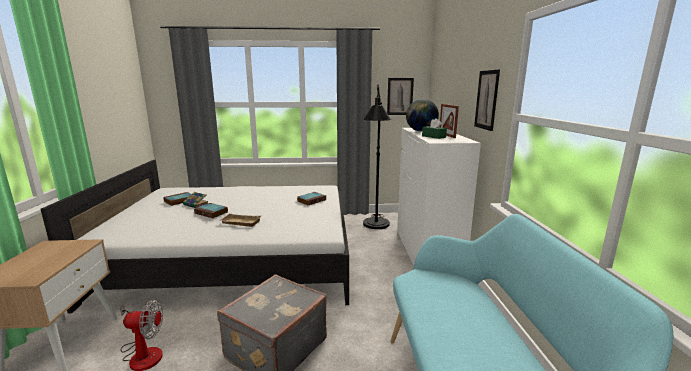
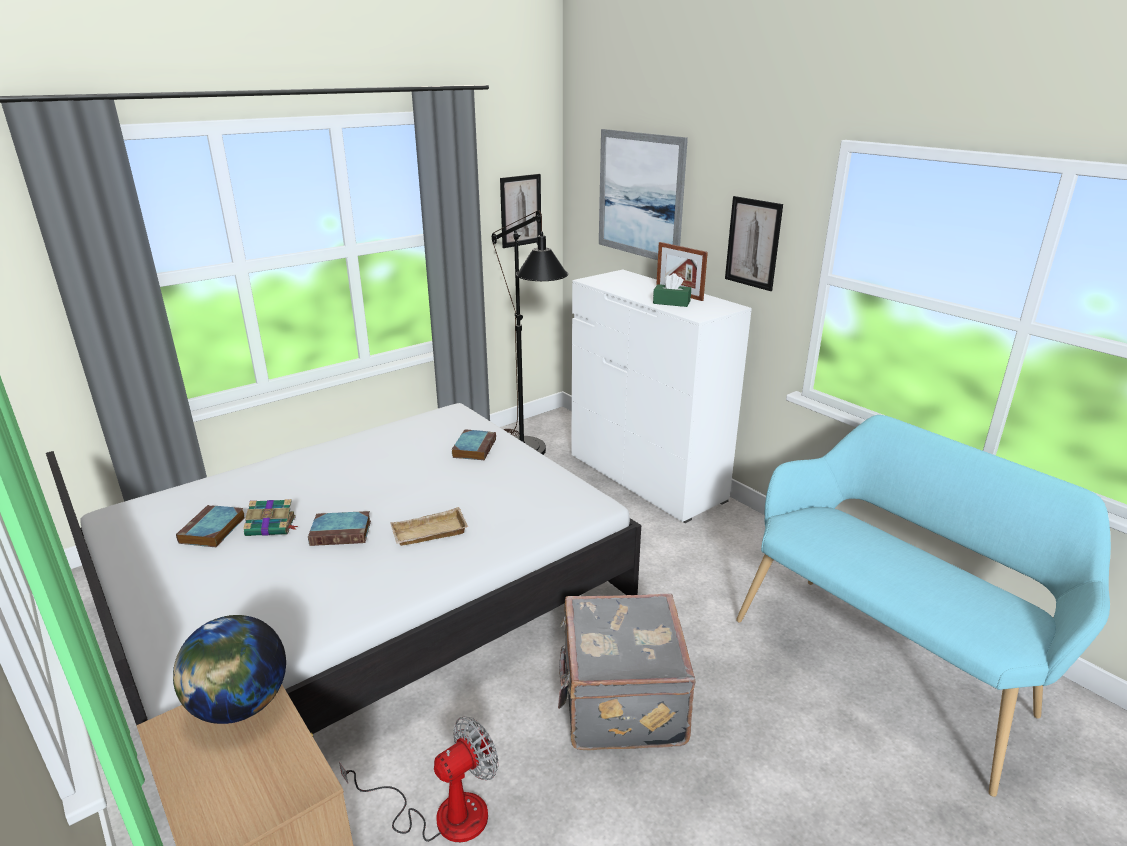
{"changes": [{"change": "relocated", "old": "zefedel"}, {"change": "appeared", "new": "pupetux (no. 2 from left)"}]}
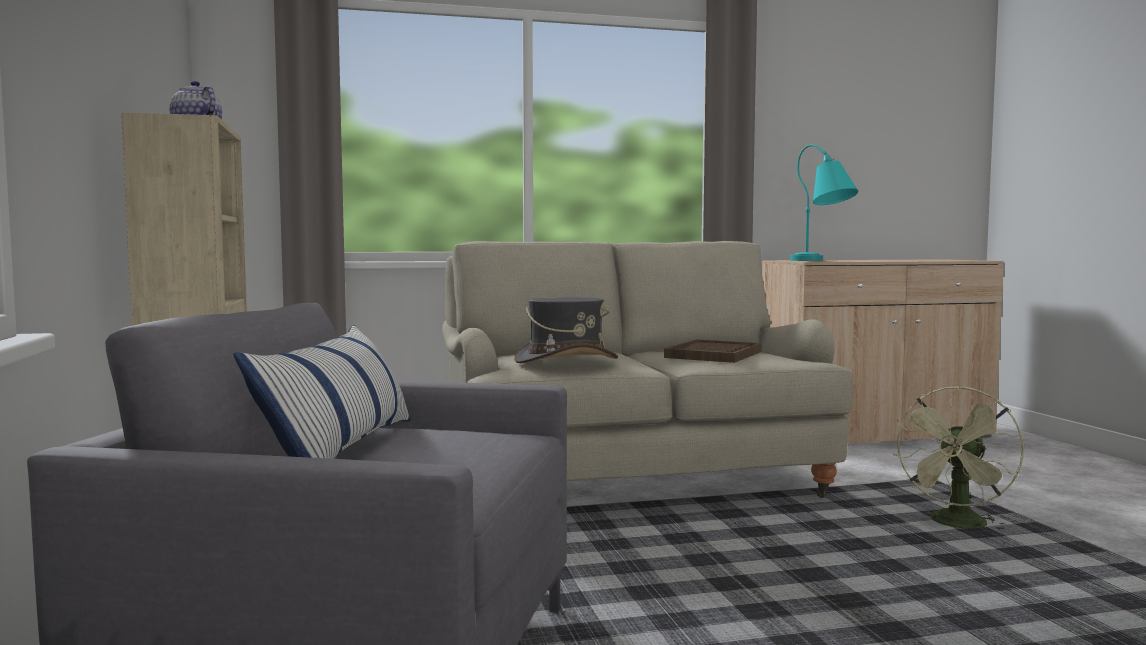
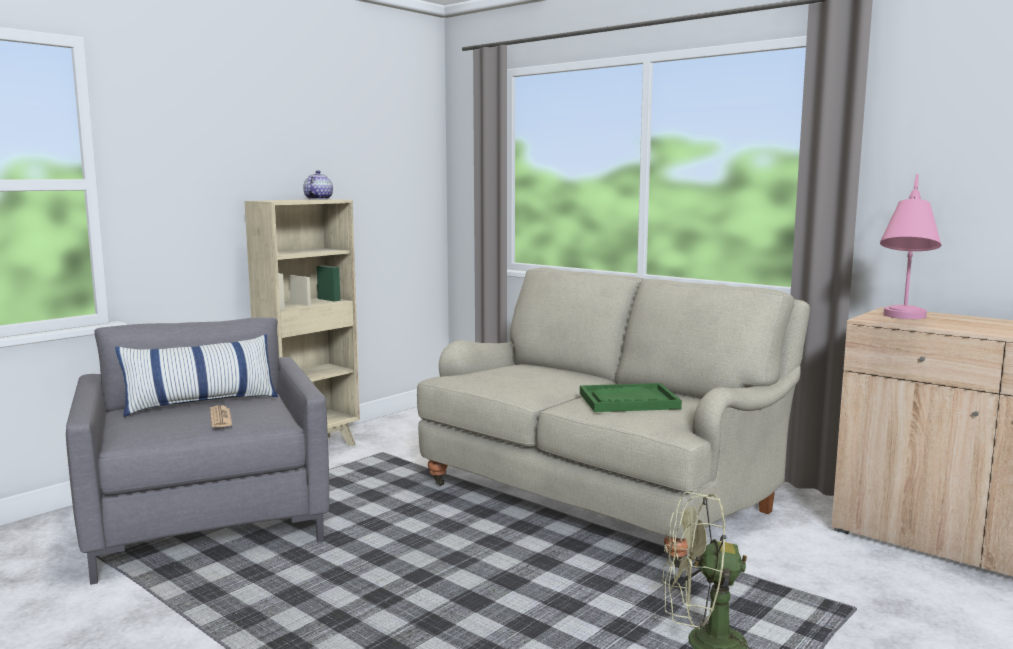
{"changes": [{"change": "colour", "old": "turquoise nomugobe", "new": "pink nomugobe"}, {"change": "missing", "old": "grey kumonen"}, {"change": "colour", "old": "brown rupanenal", "new": "green rupanenal"}, {"change": "appeared", "new": "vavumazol"}]}
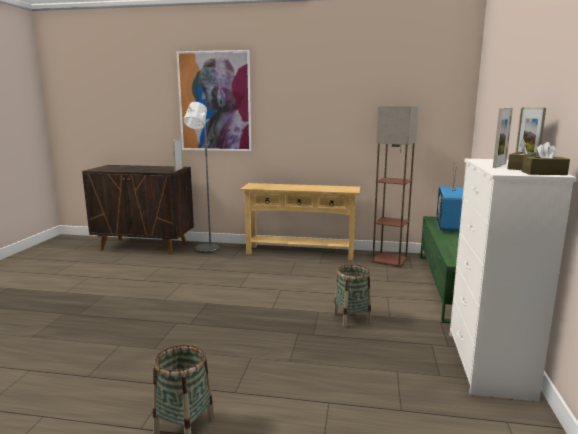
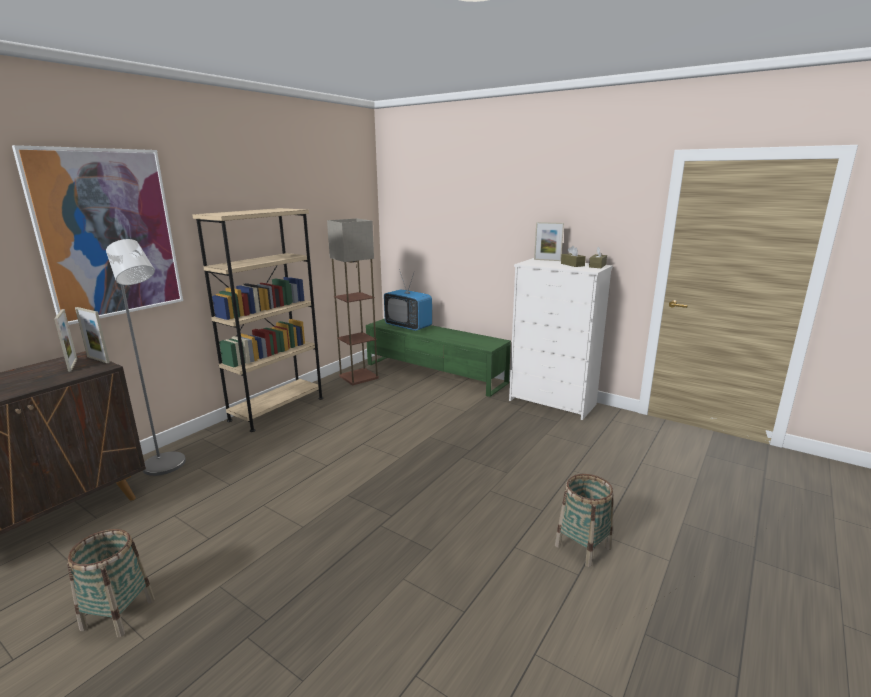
{"changes": [{"change": "relocated", "old": "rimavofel (no. 2 from left in the first image)", "new": "rimavofel (no. 1 from left)"}, {"change": "exchanged", "old": "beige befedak", "new": "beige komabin"}, {"change": "relocated", "old": "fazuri (no. 2 from left in the first image)", "new": "fazuri (no. 1 from left)"}]}
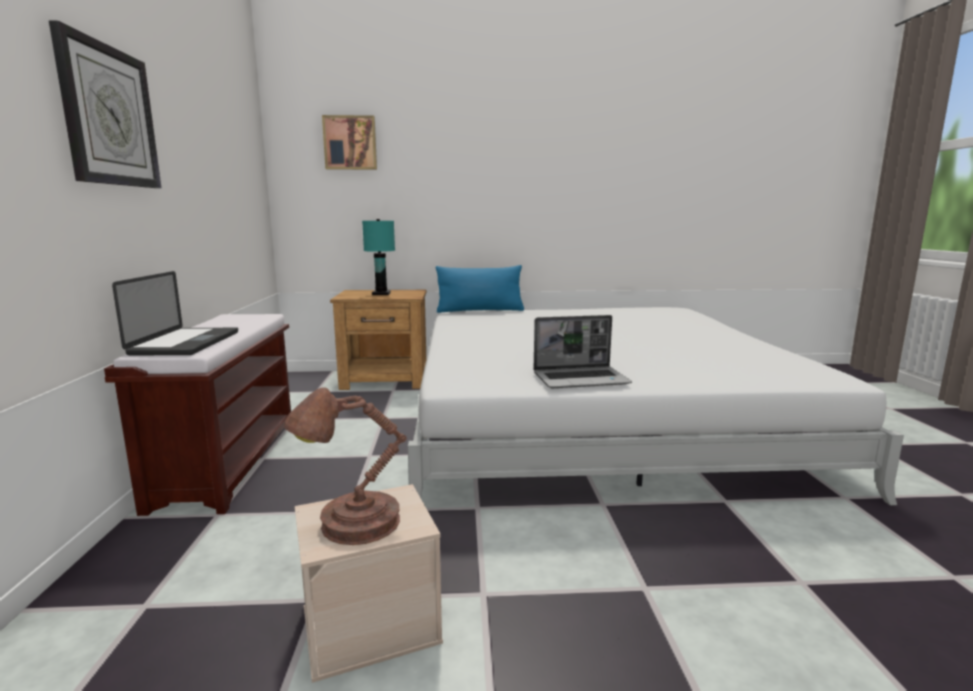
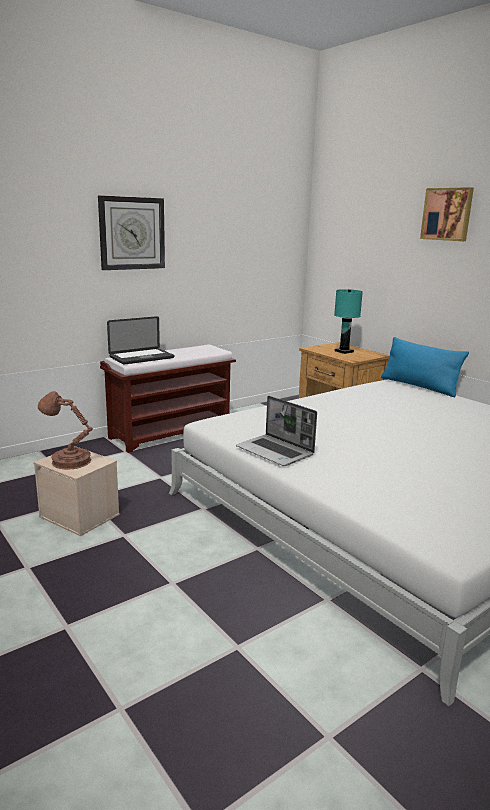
{"changes": [{"change": "relocated", "old": "pupetux"}]}
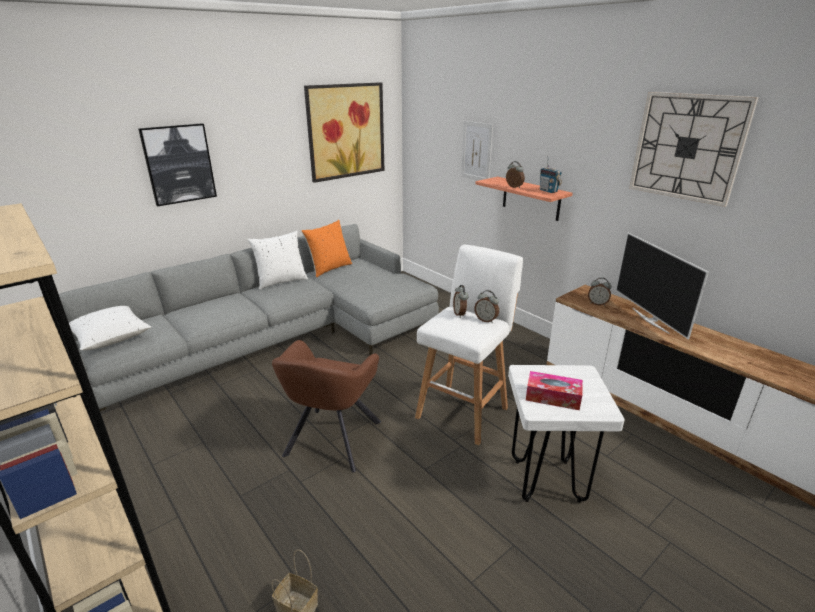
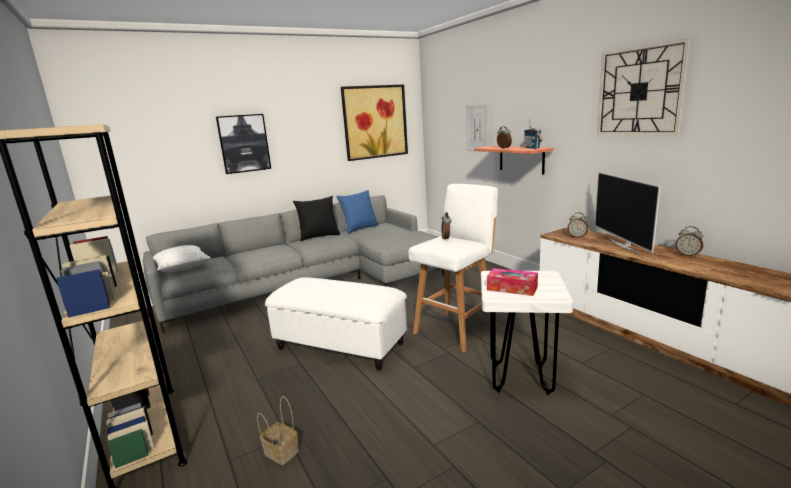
{"changes": [{"change": "colour", "old": "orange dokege", "new": "blue dokege"}, {"change": "colour", "old": "white dokege (no. 2 from left)", "new": "black dokege"}, {"change": "relocated", "old": "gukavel (no. 2 from left in the first image)", "new": "gukavel (no. 4 from left)"}, {"change": "exchanged", "old": "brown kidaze", "new": "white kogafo"}]}
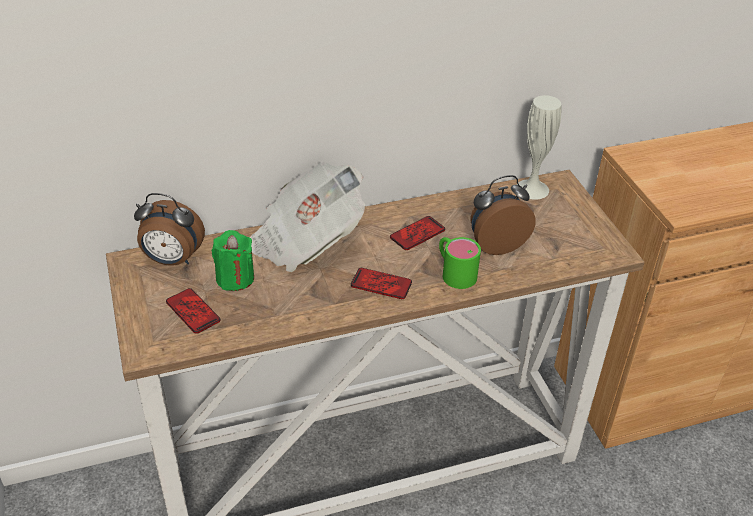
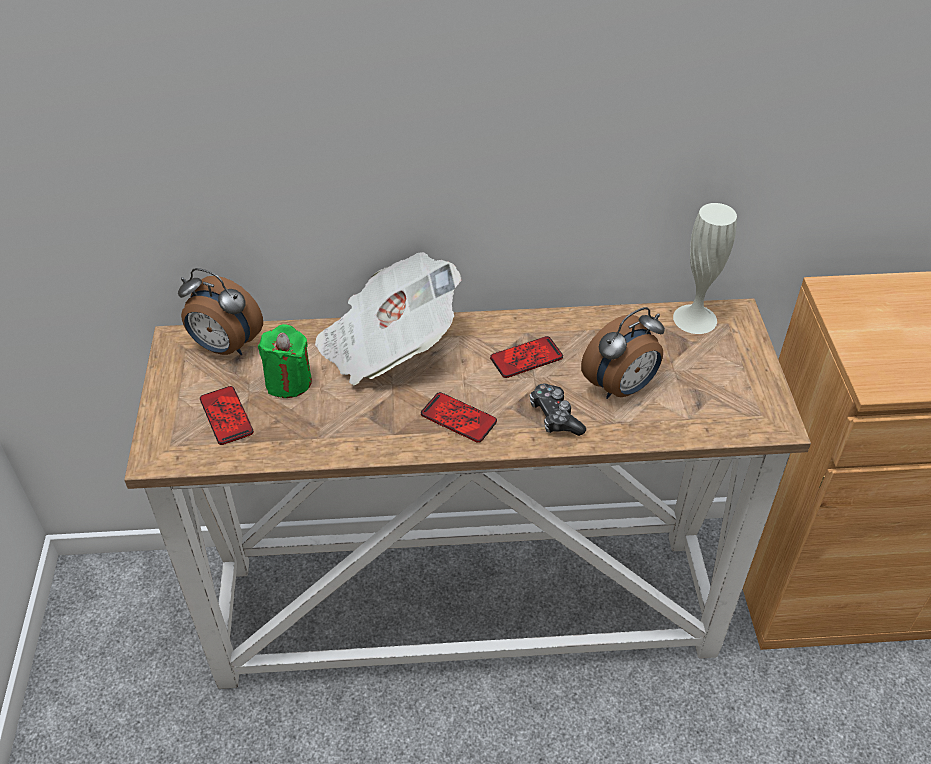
{"changes": [{"change": "spun", "old": "gukavel (no. 2 from left)", "degrees": 150}, {"change": "exchanged", "old": "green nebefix", "new": "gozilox"}]}
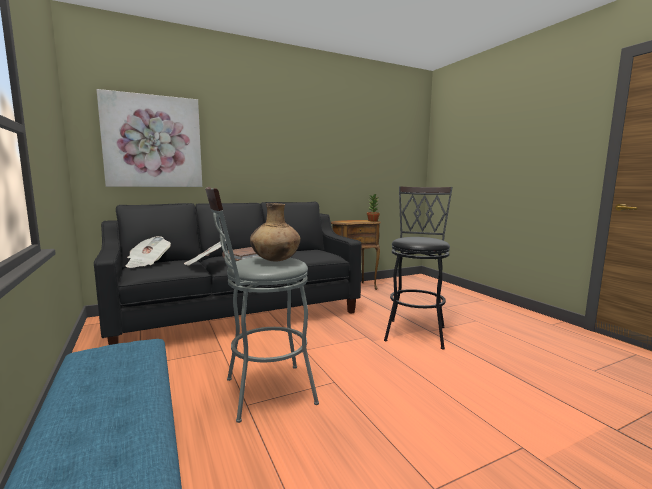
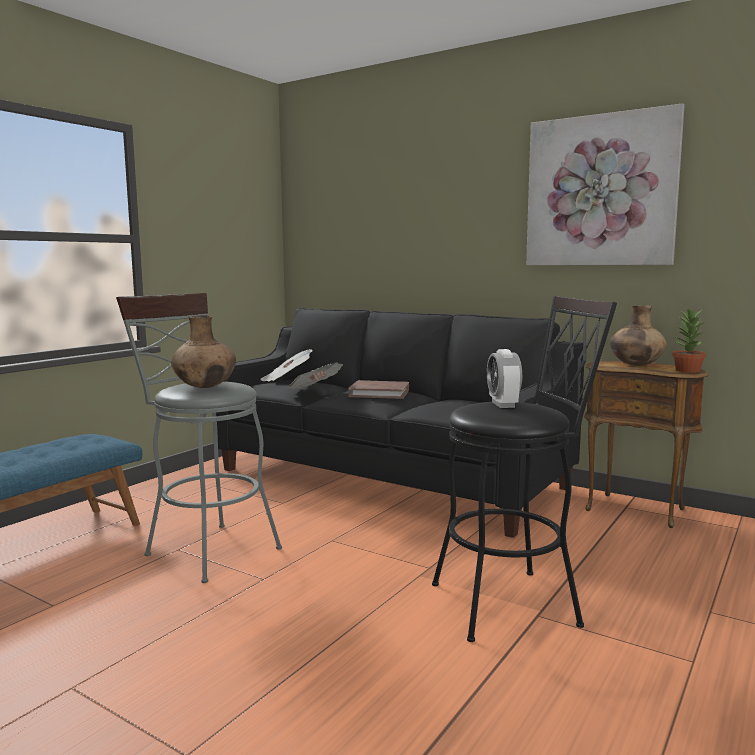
{"changes": [{"change": "relocated", "old": "pupetux"}, {"change": "appeared", "new": "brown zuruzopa (no. 2 from left)"}, {"change": "appeared", "new": "gukavel"}]}
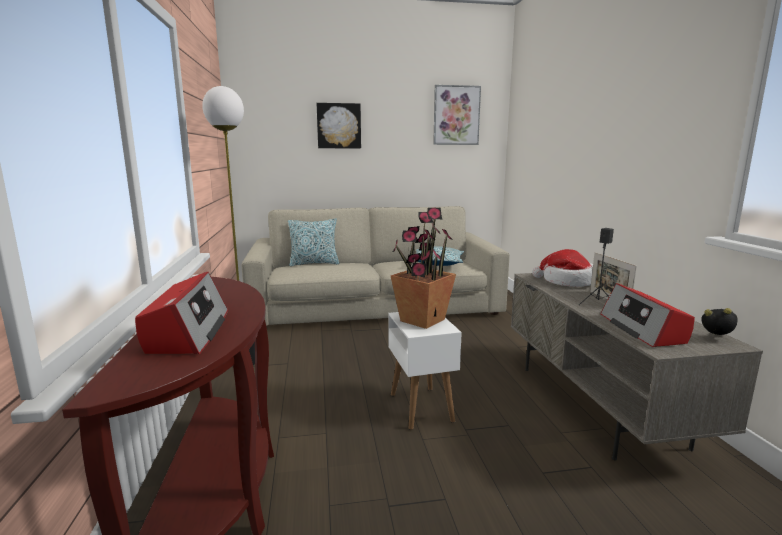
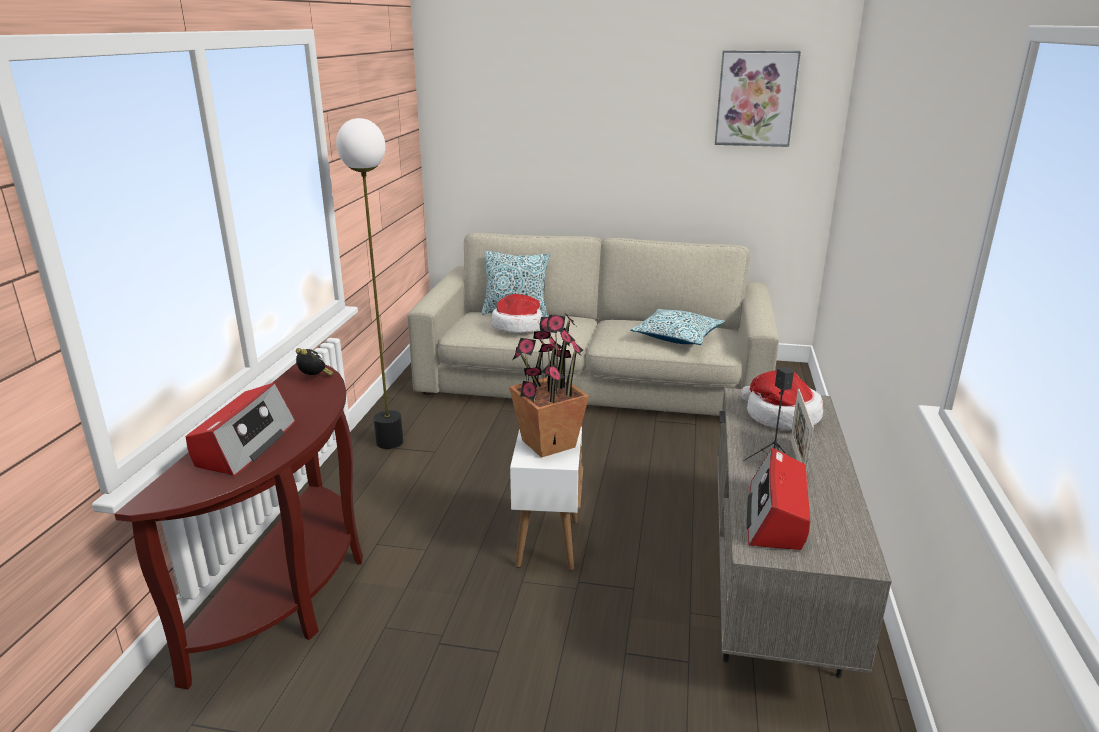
{"changes": [{"change": "missing", "old": "pupetux (no. 1 from left)"}, {"change": "relocated", "old": "gukavel"}, {"change": "appeared", "new": "kumonen (no. 1 from left)"}]}
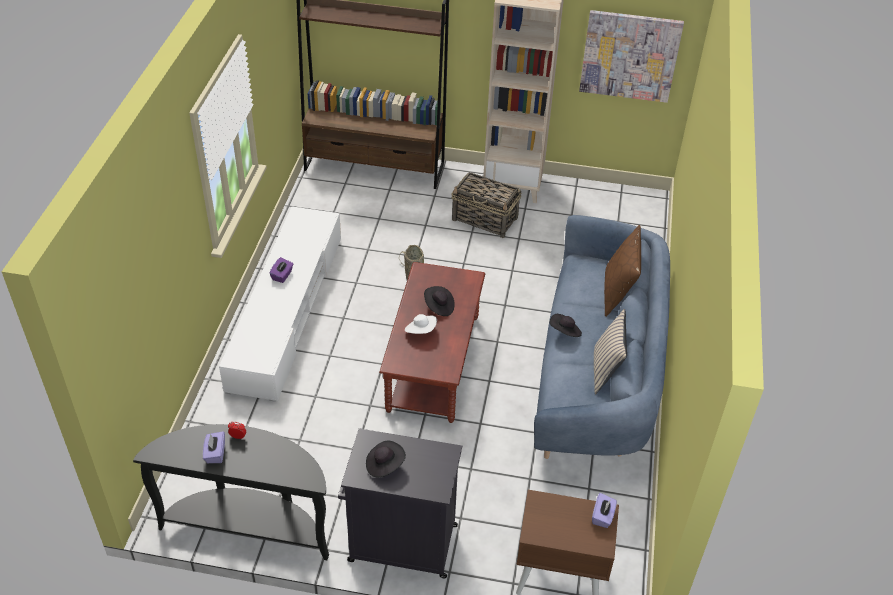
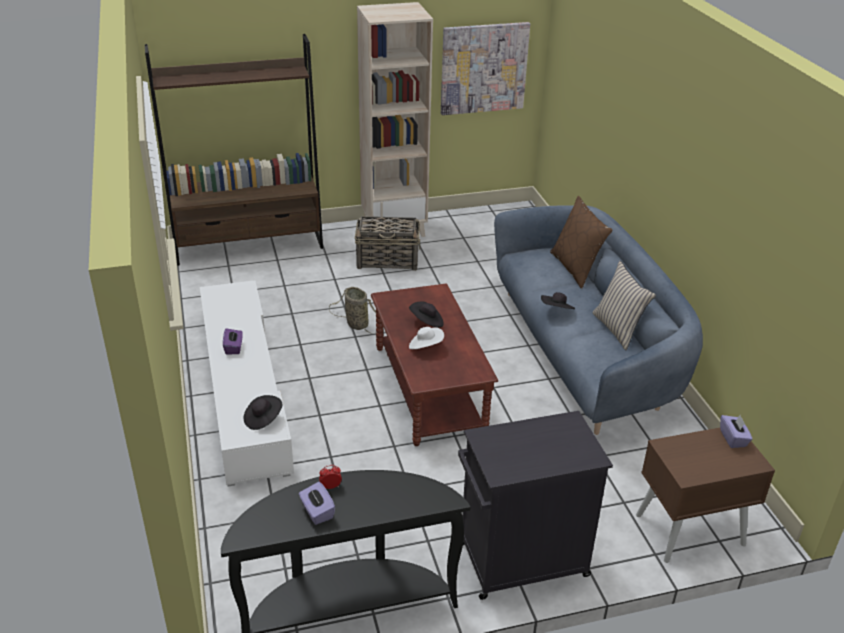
{"changes": [{"change": "relocated", "old": "black kumonen (no. 1 from left)"}]}
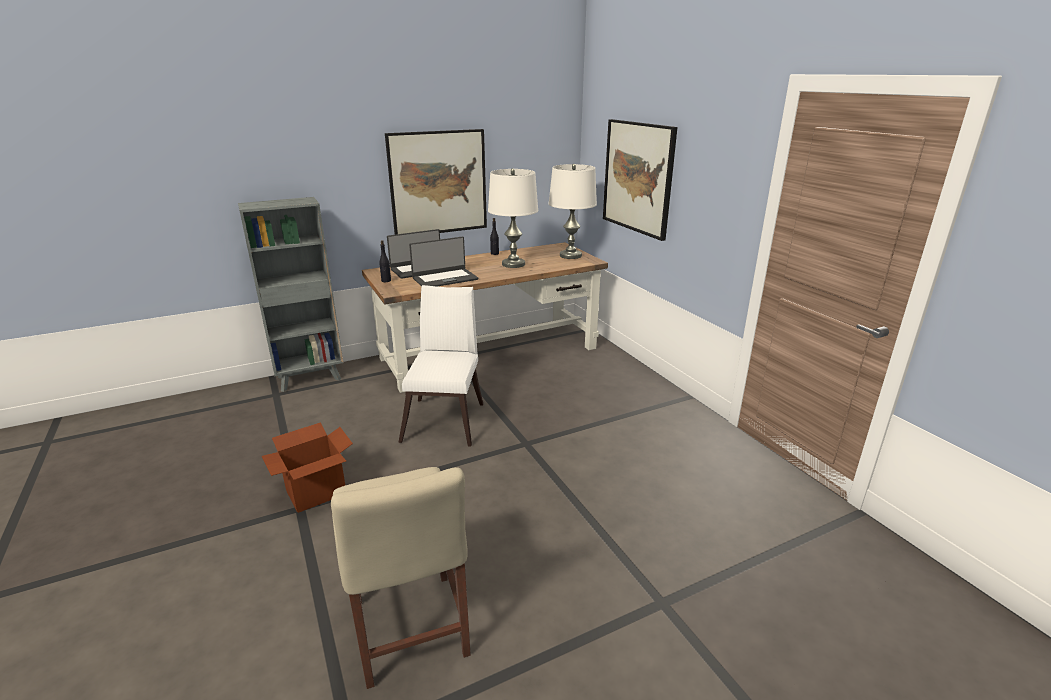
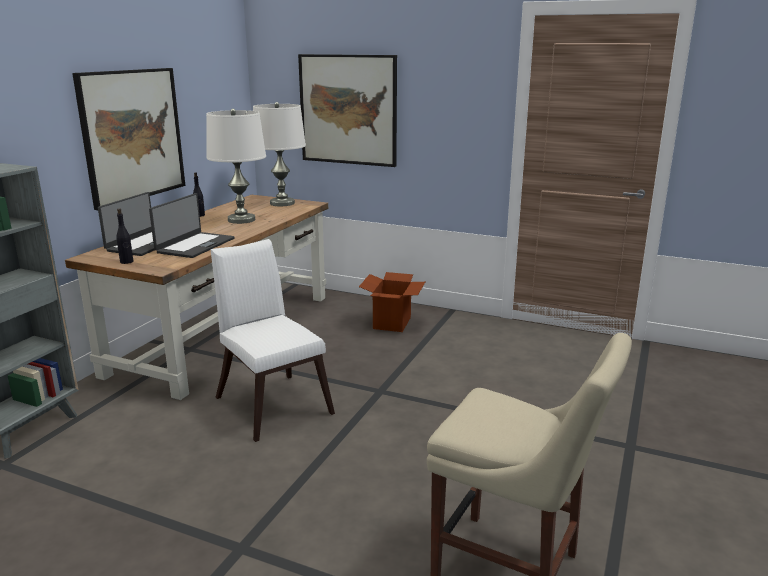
{"changes": [{"change": "relocated", "old": "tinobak"}]}
